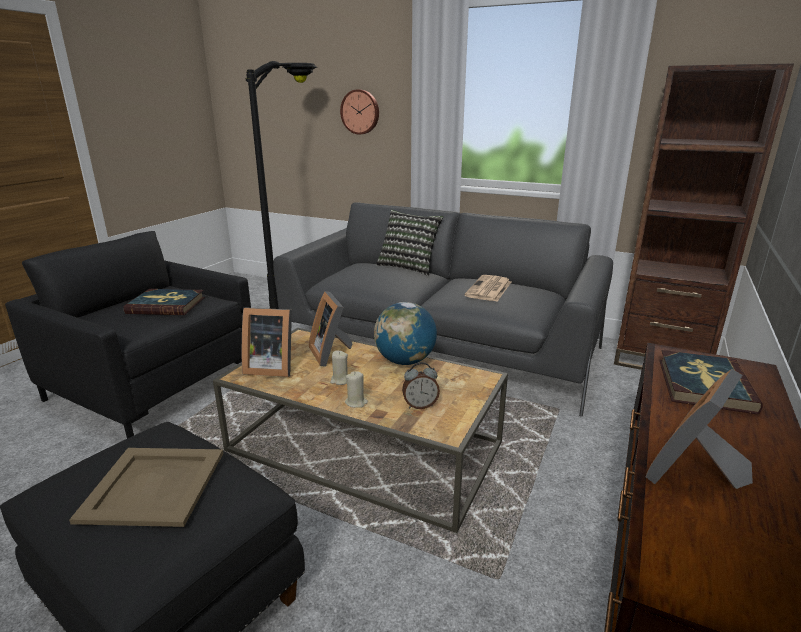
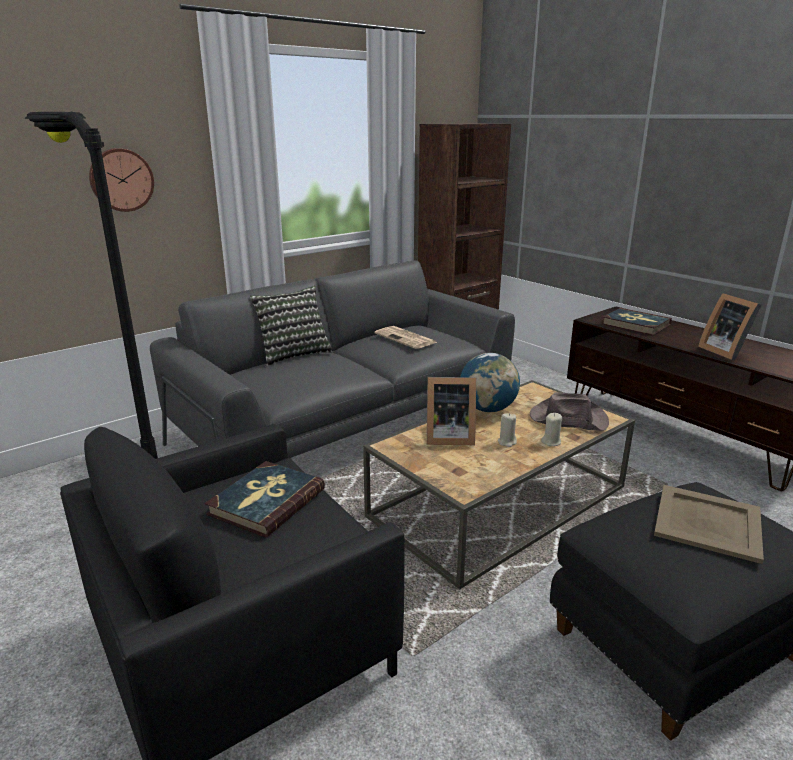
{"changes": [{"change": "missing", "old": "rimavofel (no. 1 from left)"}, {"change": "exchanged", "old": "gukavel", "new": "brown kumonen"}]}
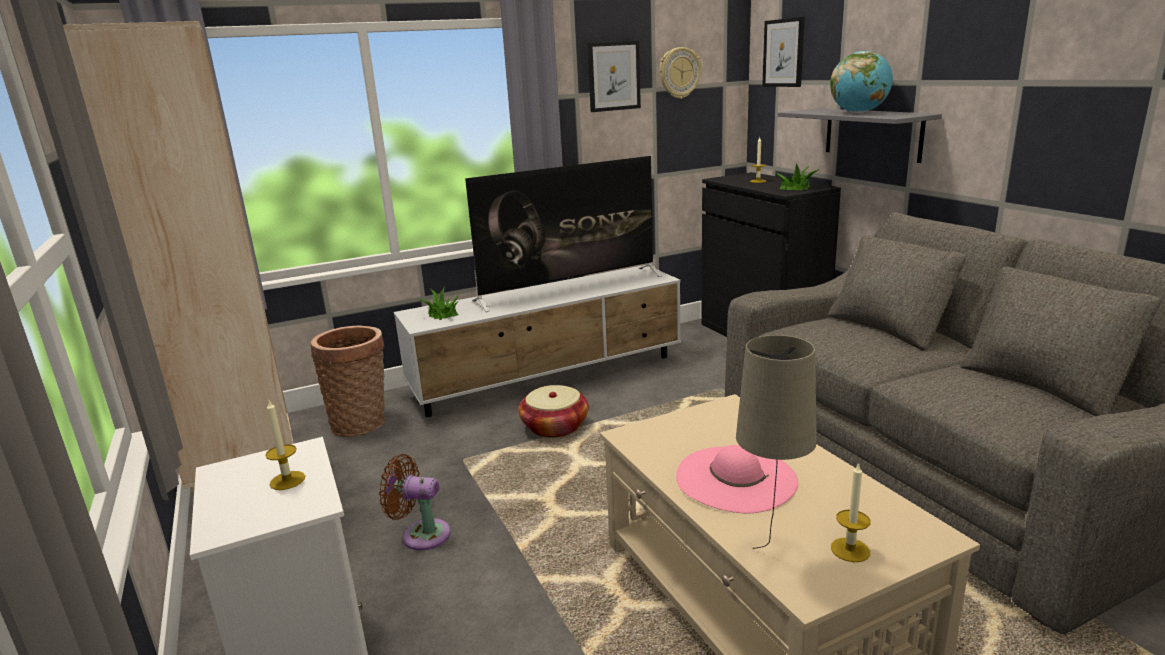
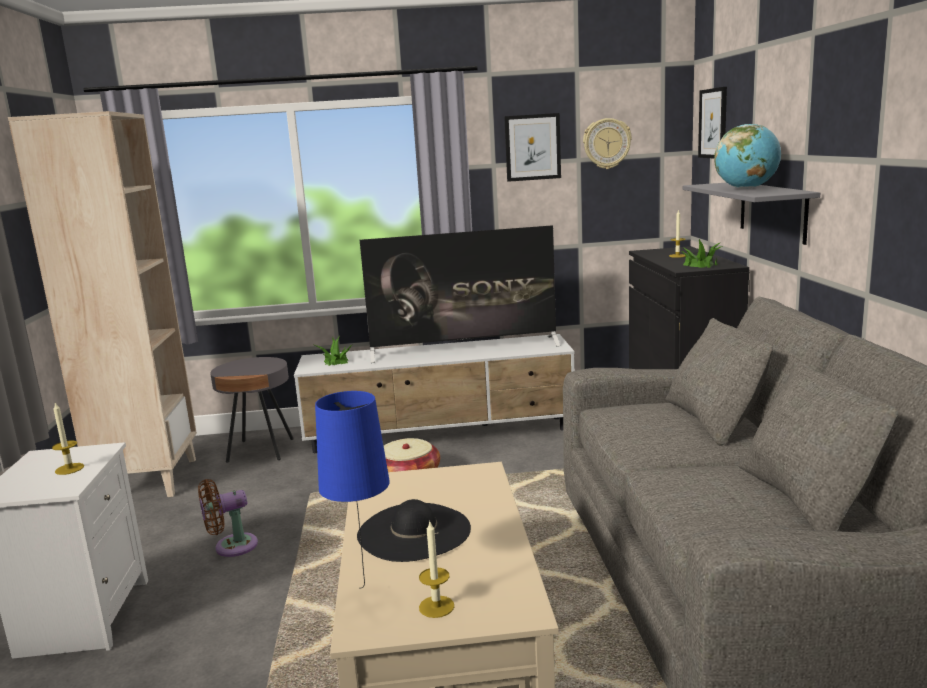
{"changes": [{"change": "exchanged", "old": "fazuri (no. 1 from left)", "new": "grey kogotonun"}, {"change": "colour", "old": "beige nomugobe", "new": "blue nomugobe"}, {"change": "colour", "old": "pink kumonen", "new": "black kumonen"}, {"change": "spun", "old": "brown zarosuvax", "degrees": -60}]}
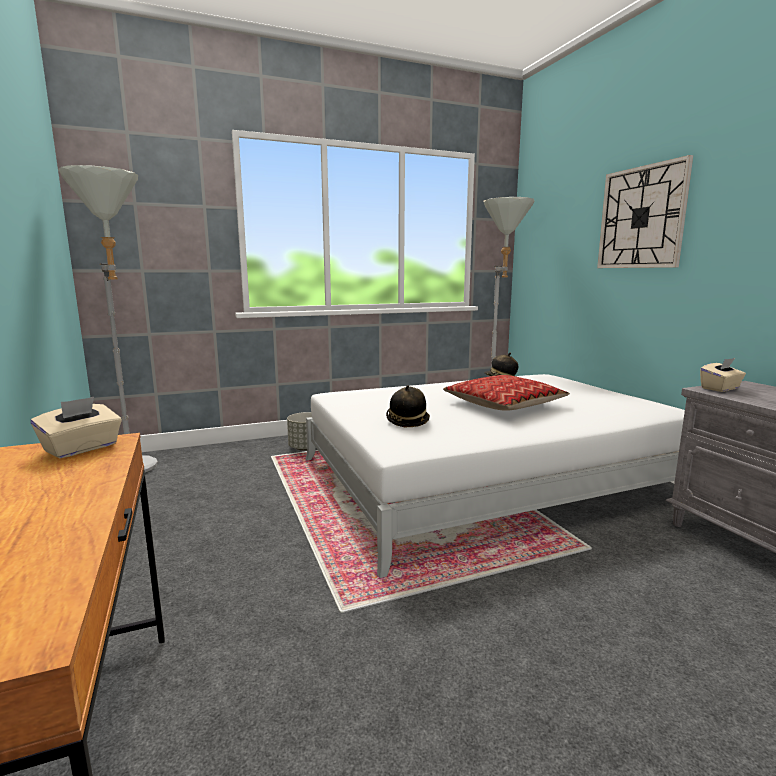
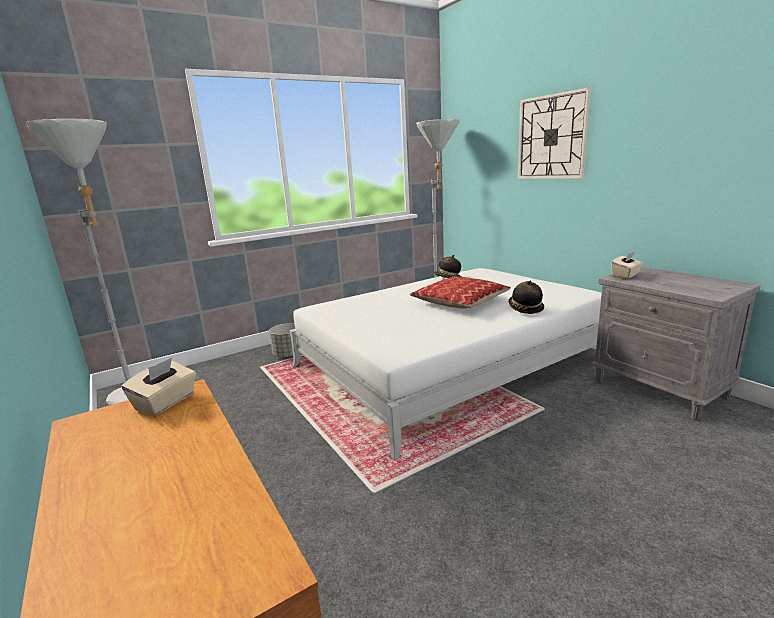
{"changes": [{"change": "relocated", "old": "kumonen (no. 1 from left in the first image)", "new": "kumonen (no. 2 from left)"}]}
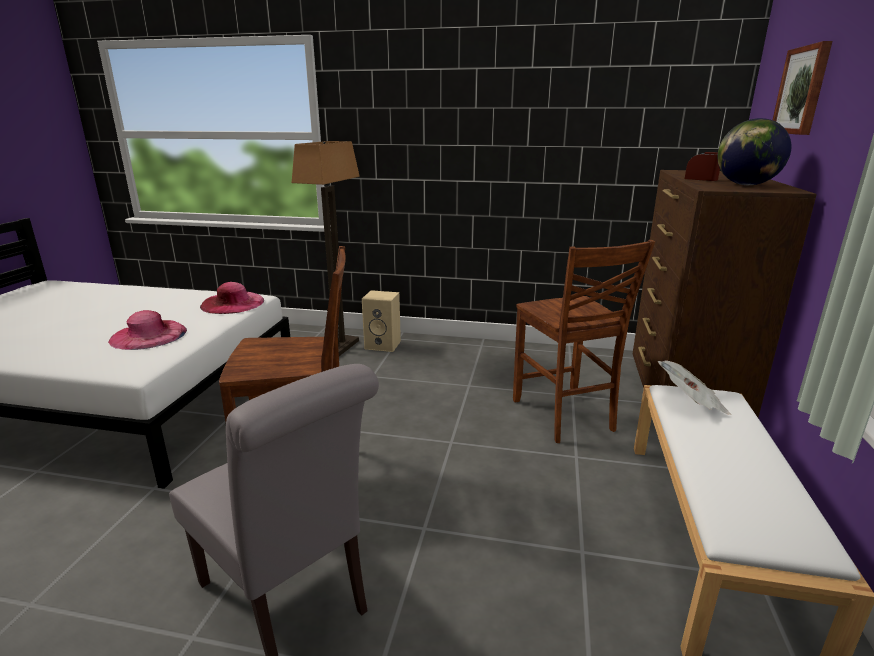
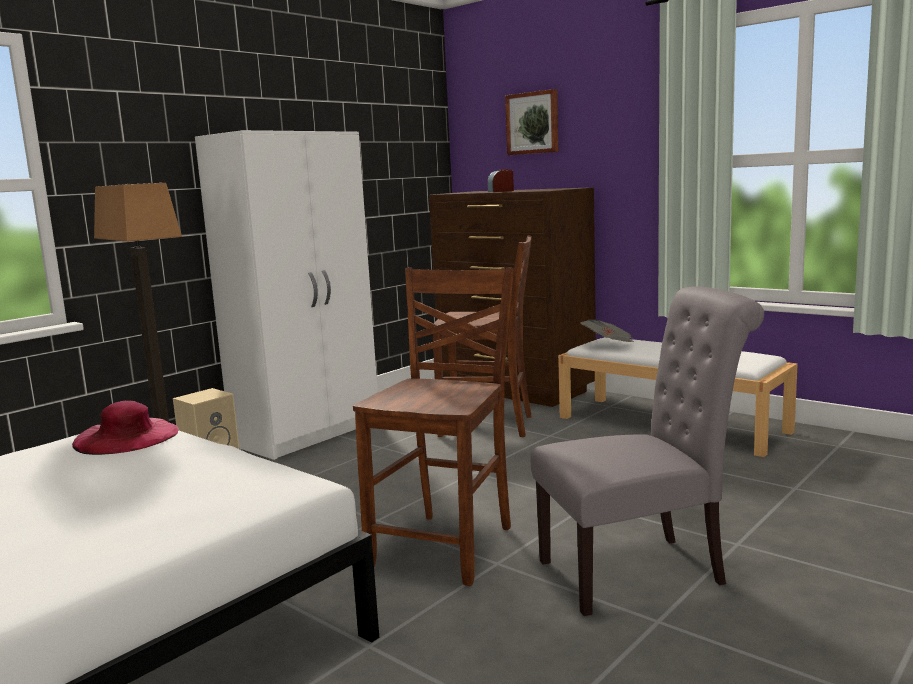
{"changes": [{"change": "missing", "old": "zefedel"}, {"change": "missing", "old": "pink kumonen (no. 1 from left)"}, {"change": "appeared", "new": "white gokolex"}]}
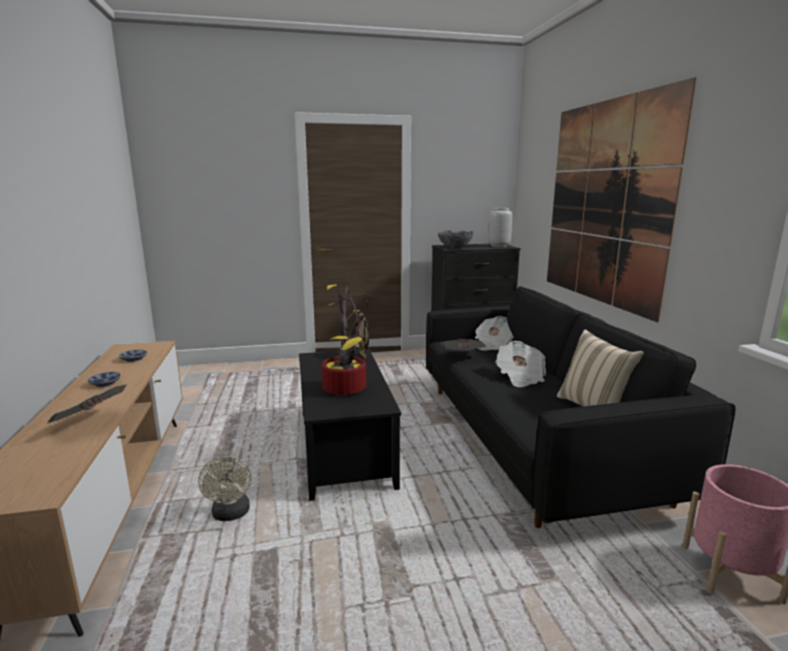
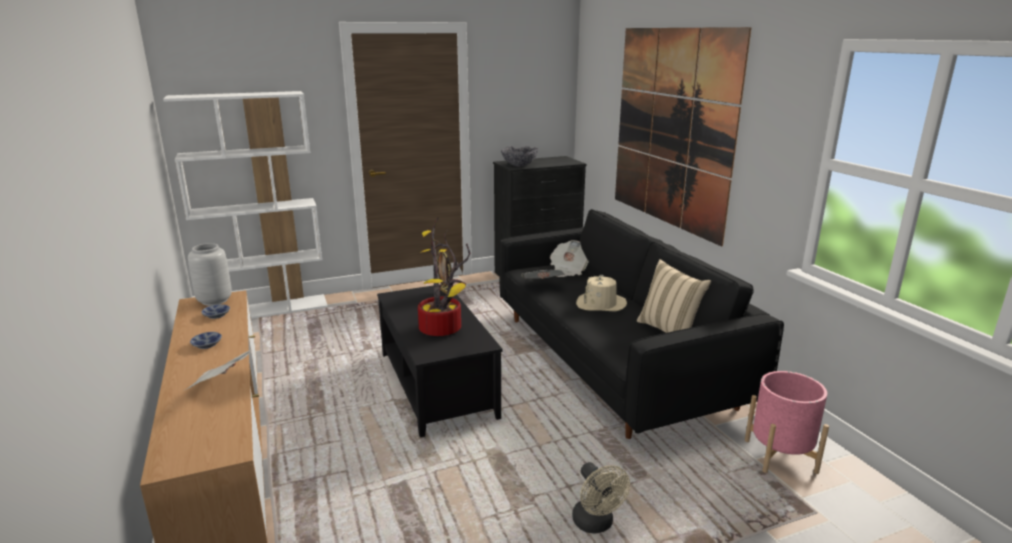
{"changes": [{"change": "relocated", "old": "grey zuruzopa"}, {"change": "exchanged", "old": "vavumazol (no. 4 from left)", "new": "beige kumonen"}, {"change": "relocated", "old": "beige zarosuvax"}, {"change": "appeared", "new": "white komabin"}]}
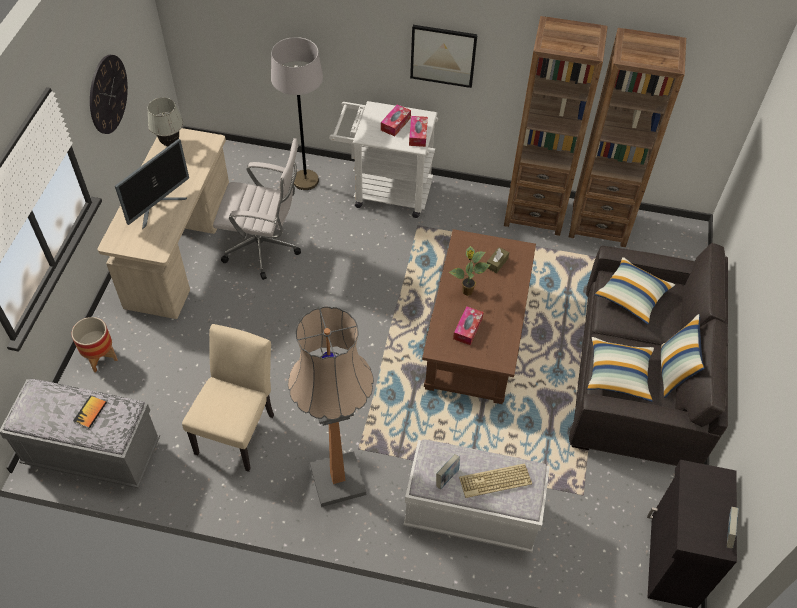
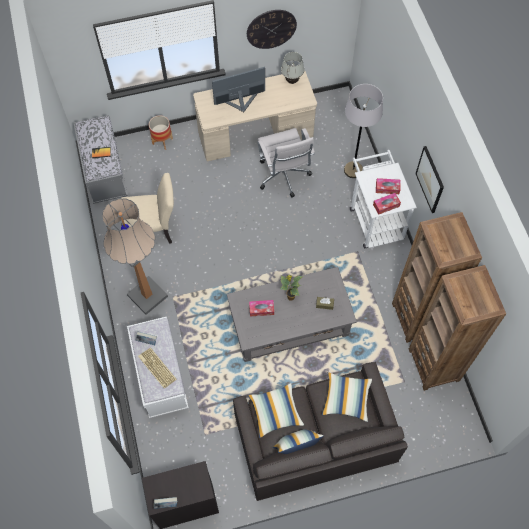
{"changes": [{"change": "spun", "old": "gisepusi", "degrees": 150}, {"change": "colour", "old": "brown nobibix", "new": "grey nobibix"}]}
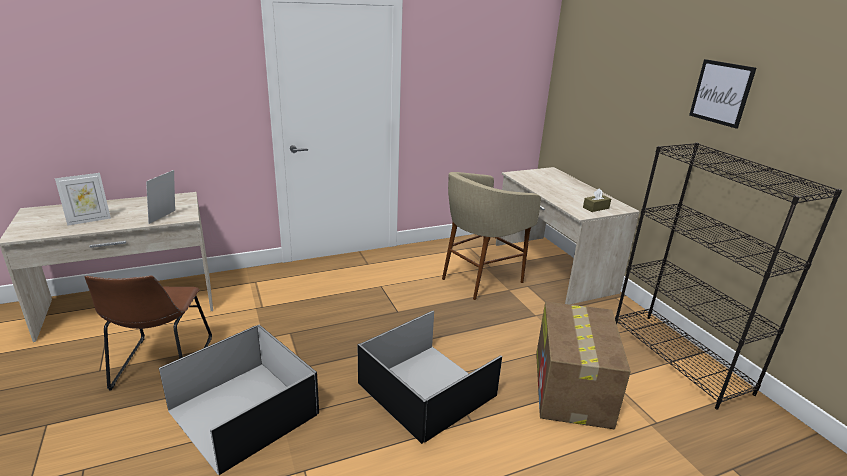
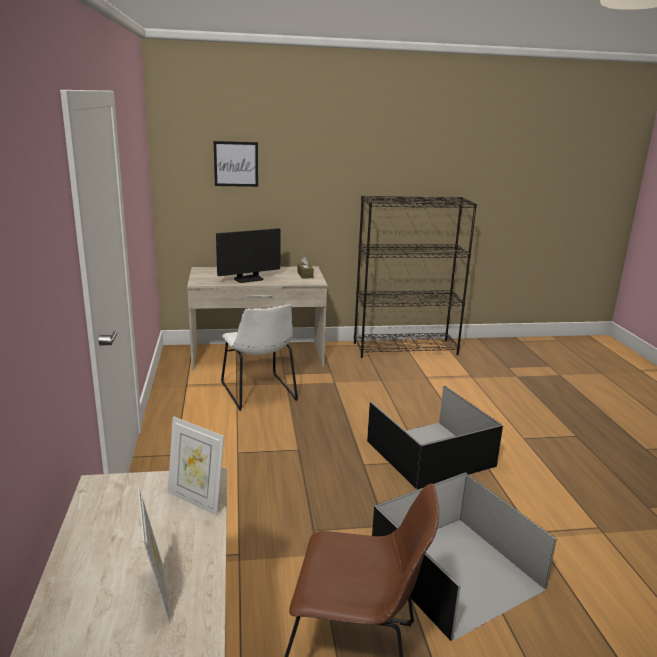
{"changes": [{"change": "relocated", "old": "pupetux"}, {"change": "exchanged", "old": "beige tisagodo", "new": "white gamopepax"}, {"change": "missing", "old": "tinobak"}, {"change": "appeared", "new": "gisepusi"}]}
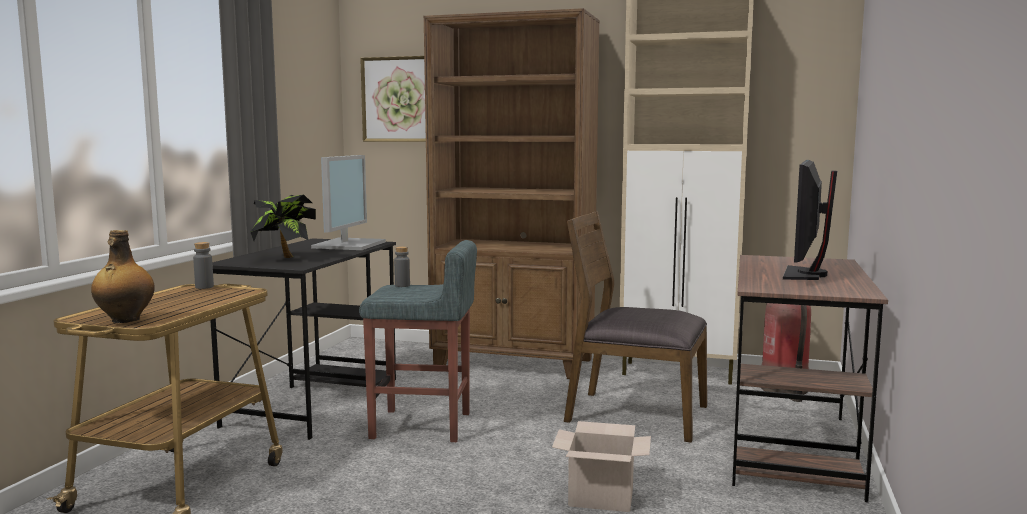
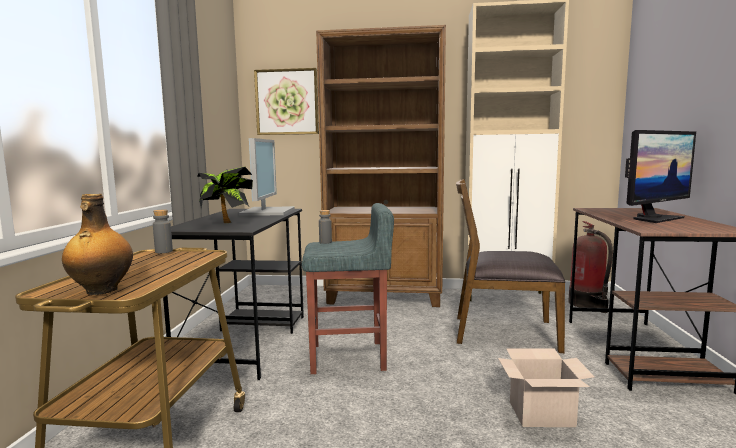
{"changes": [{"change": "spun", "old": "gisepusi (no. 2 from left)", "degrees": -135}]}
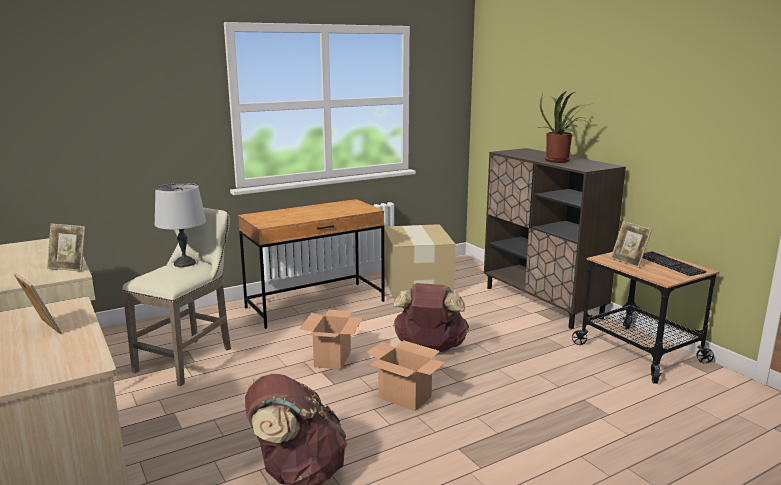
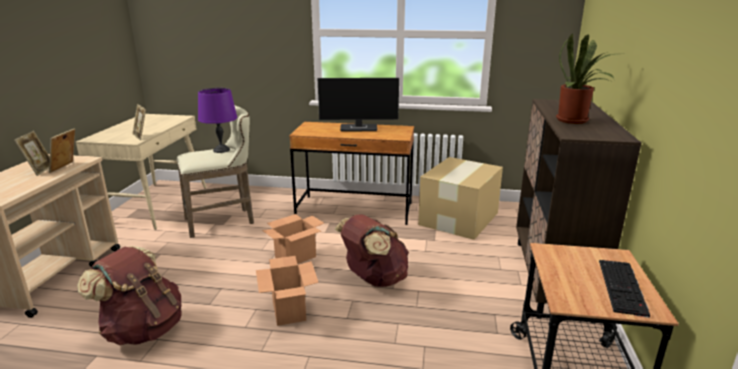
{"changes": [{"change": "colour", "old": "grey nomugobe", "new": "purple nomugobe"}, {"change": "relocated", "old": "rimavofel (no. 3 from left in the first image)", "new": "rimavofel (no. 2 from left)"}, {"change": "appeared", "new": "gisepusi"}]}
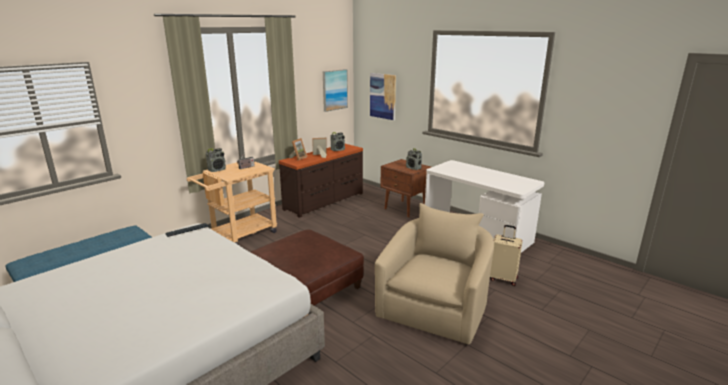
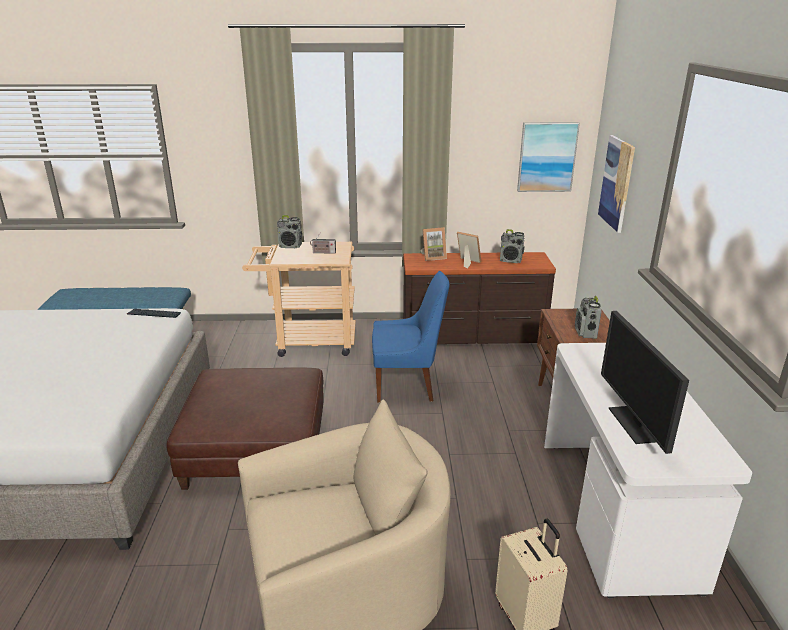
{"changes": [{"change": "appeared", "new": "blue gamopepax"}, {"change": "appeared", "new": "gisepusi"}]}
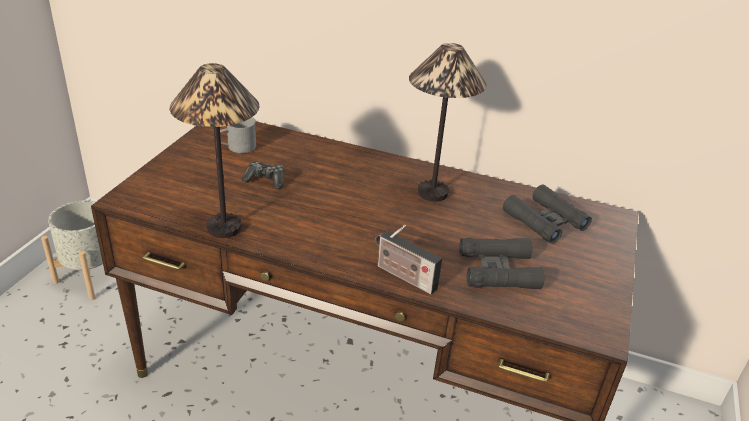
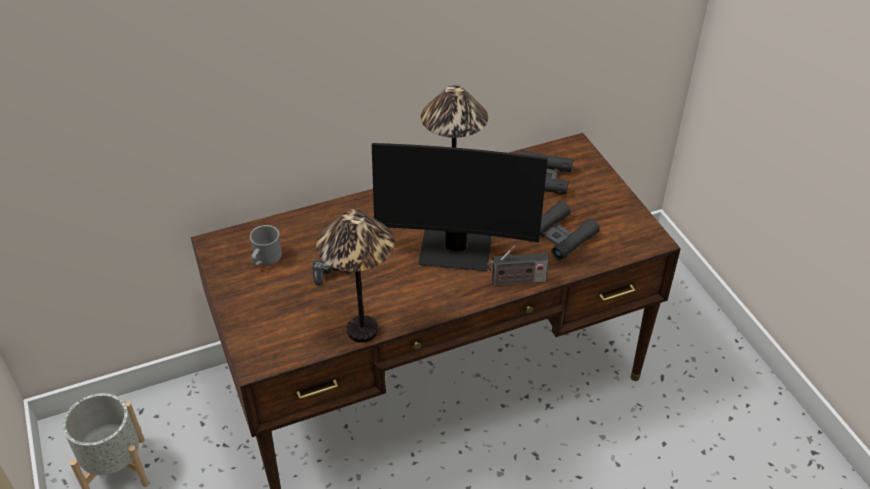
{"changes": [{"change": "appeared", "new": "gisepusi"}]}
